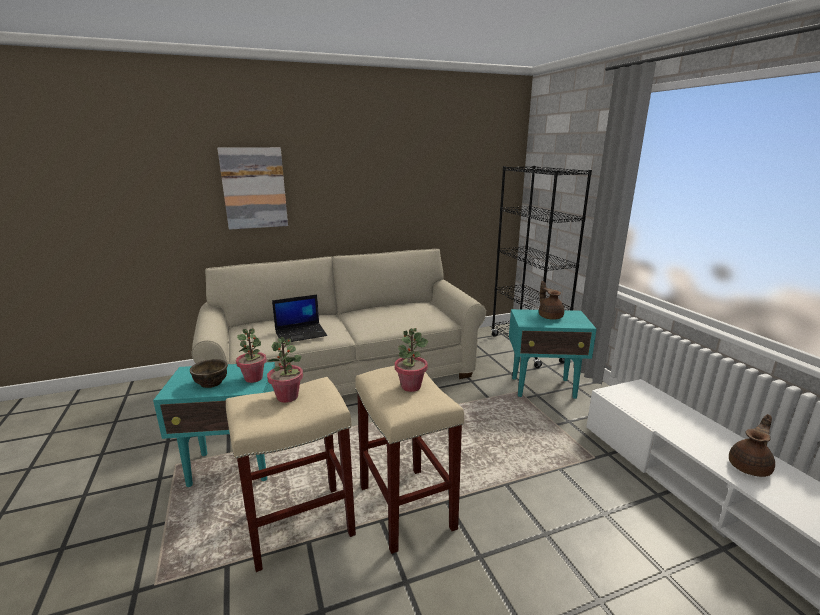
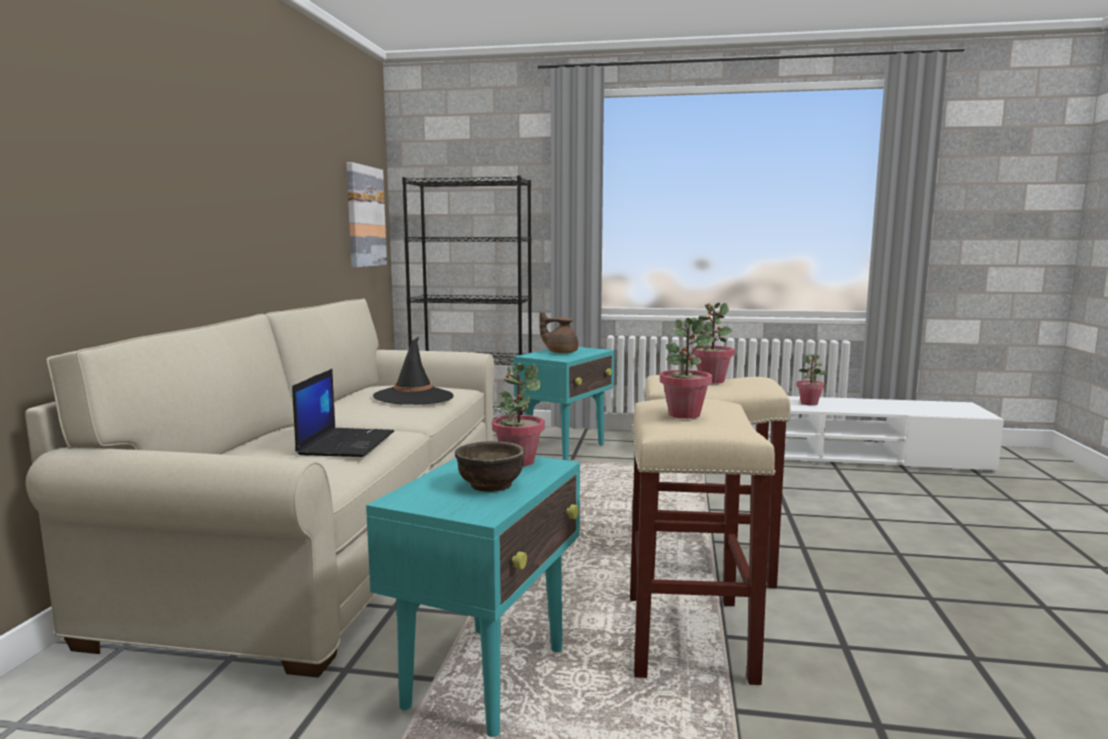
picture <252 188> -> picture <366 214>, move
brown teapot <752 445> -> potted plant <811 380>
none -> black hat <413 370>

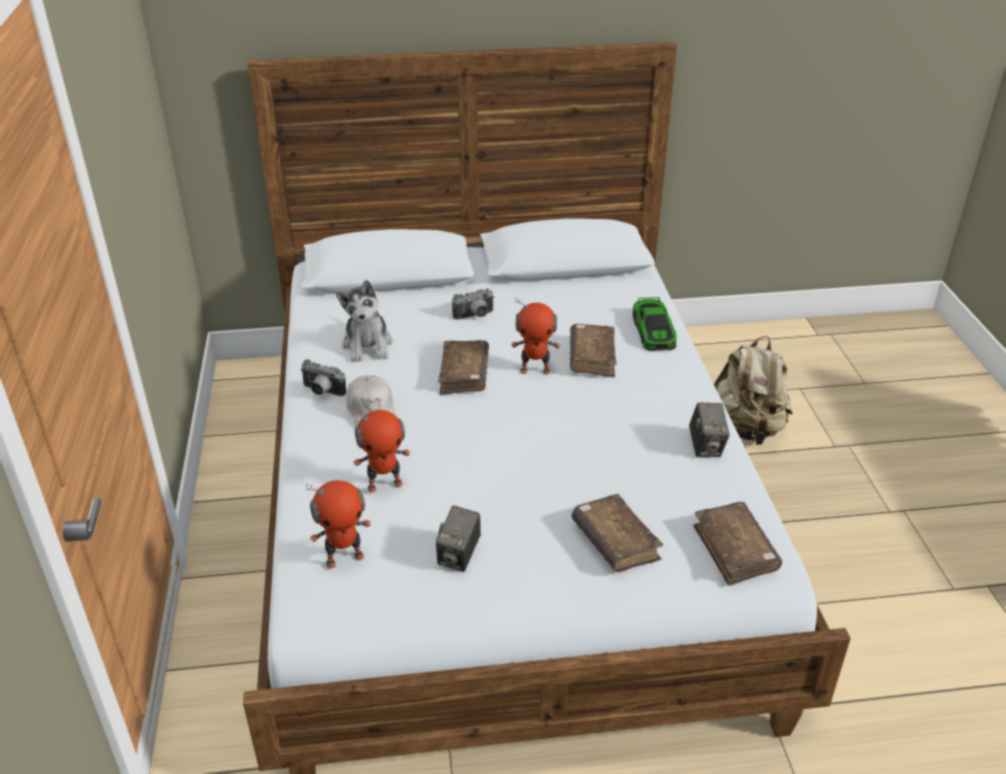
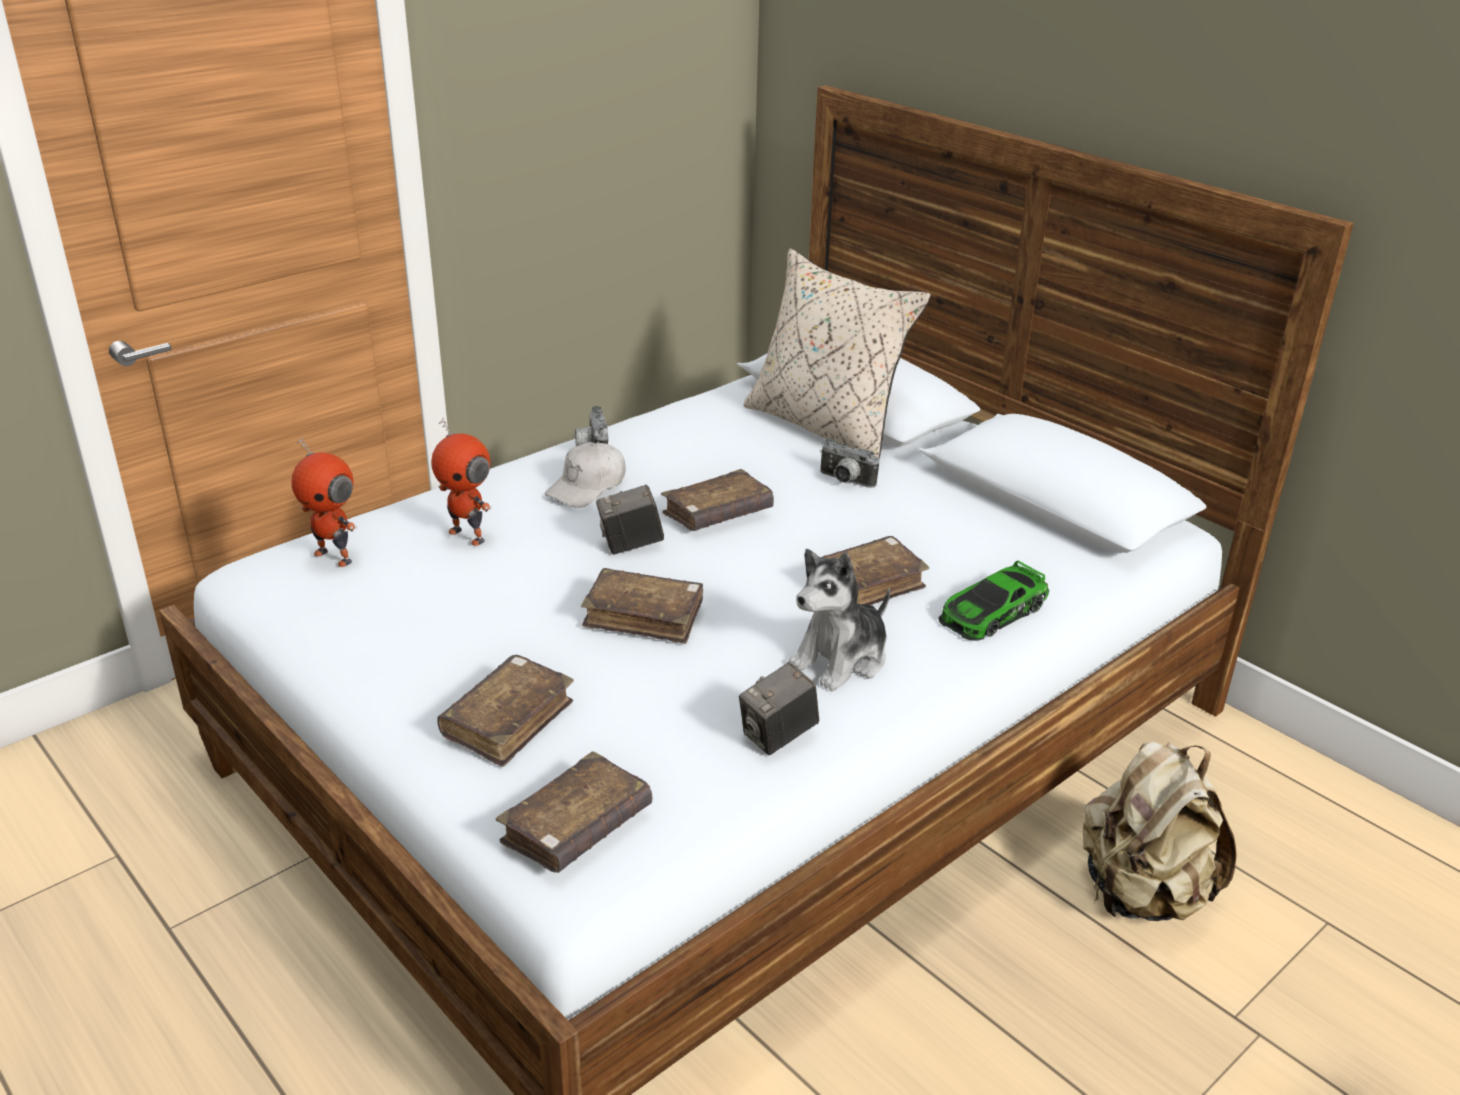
plush toy <364 321> -> plush toy <839 620>, move
photo camera <458 538> -> photo camera <630 520>, move
toy robot <535 336> -> none
none -> brown book <642 606>
none -> beige pillow <837 354>

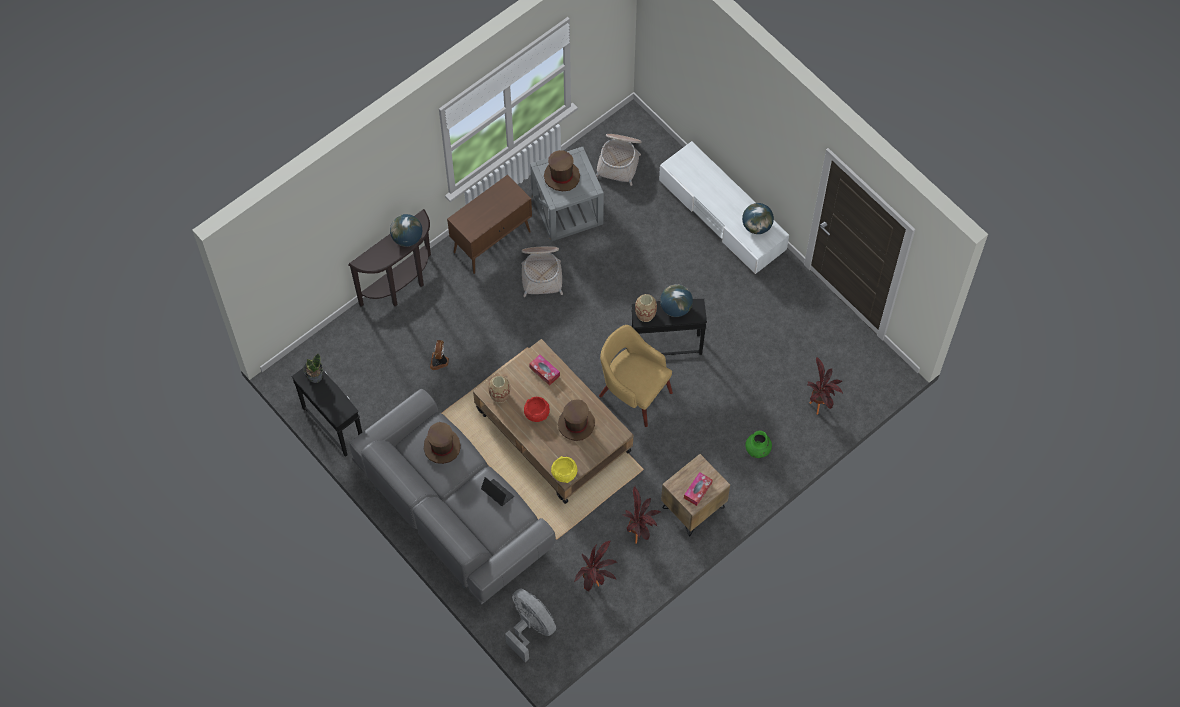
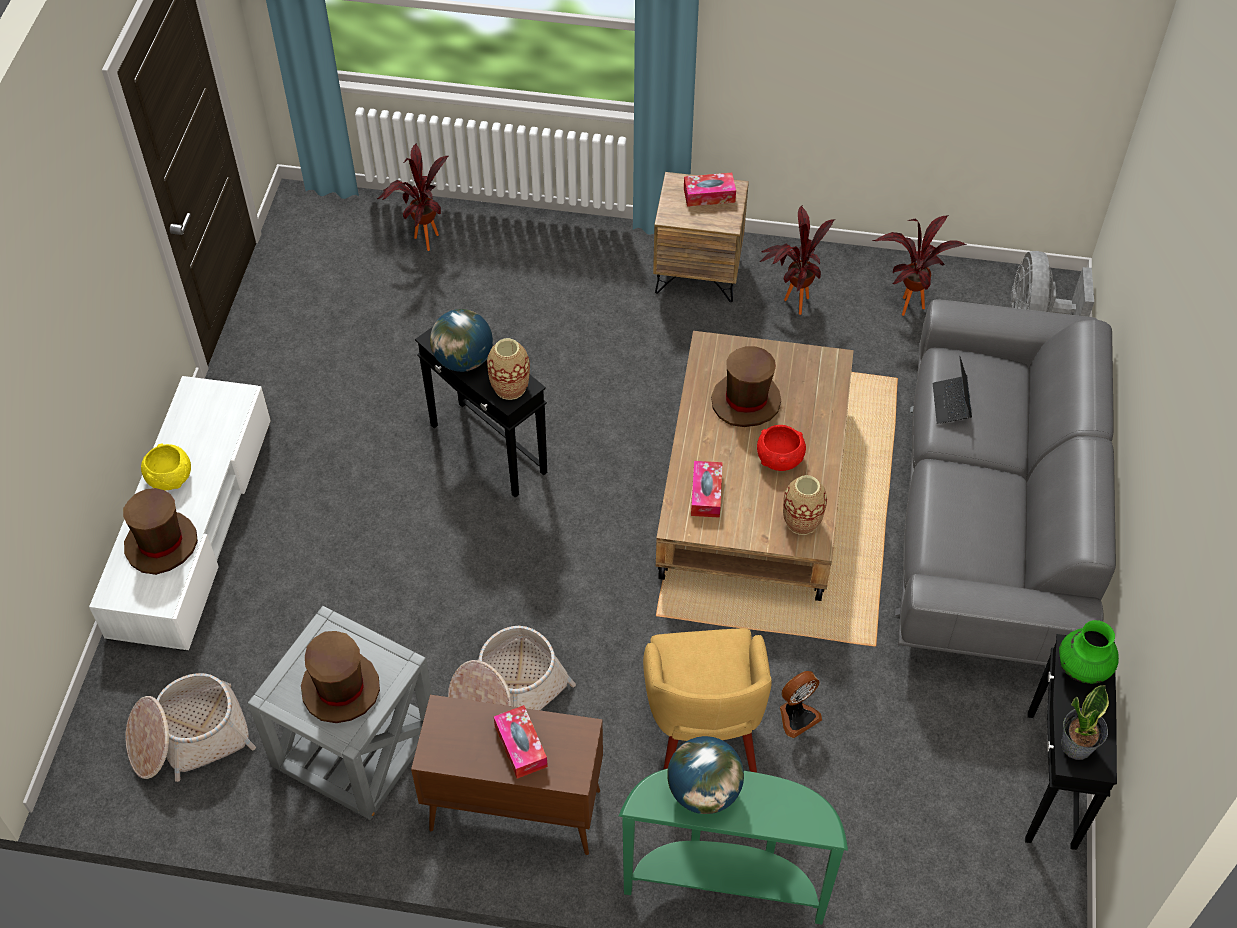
brown console table <389 258> -> green console table <733 847>
brown hat <442 443> -> brown hat <160 531>, move
yellow bowl <564 469> -> yellow bowl <166 467>, move
yellow armchair <636 376> -> yellow armchair <707 700>, move
globe <758 218> -> none
green vase <758 444> -> green vase <1089 652>, move
none -> tissue box <521 742>

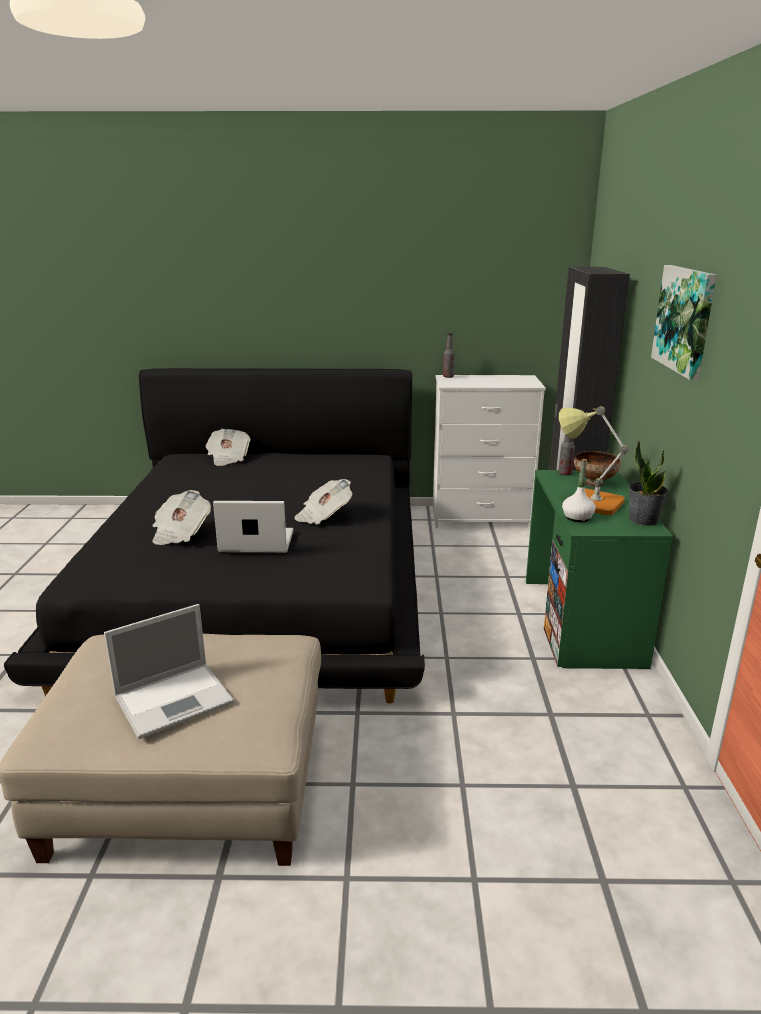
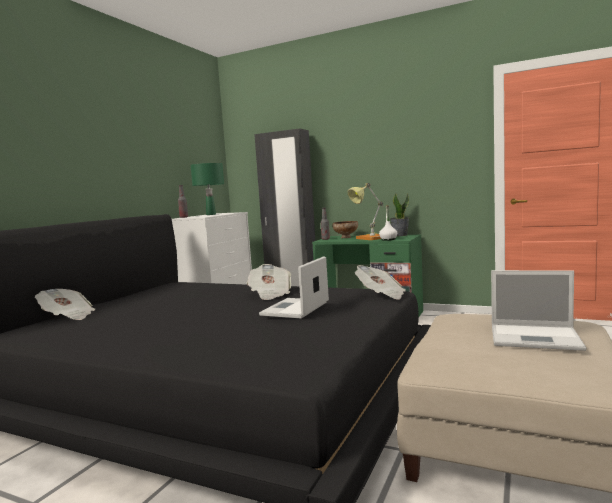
laptop <169 671> -> laptop <538 310>, 120 degrees clockwise
newspaper <181 517> -> newspaper <380 282>, move
picture <683 322> -> none
none -> green table lamp <207 189>

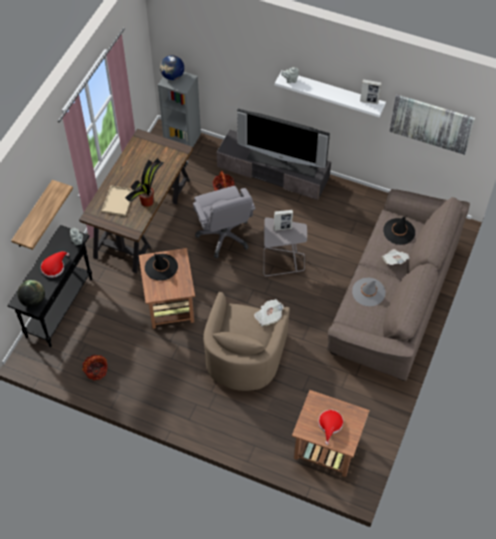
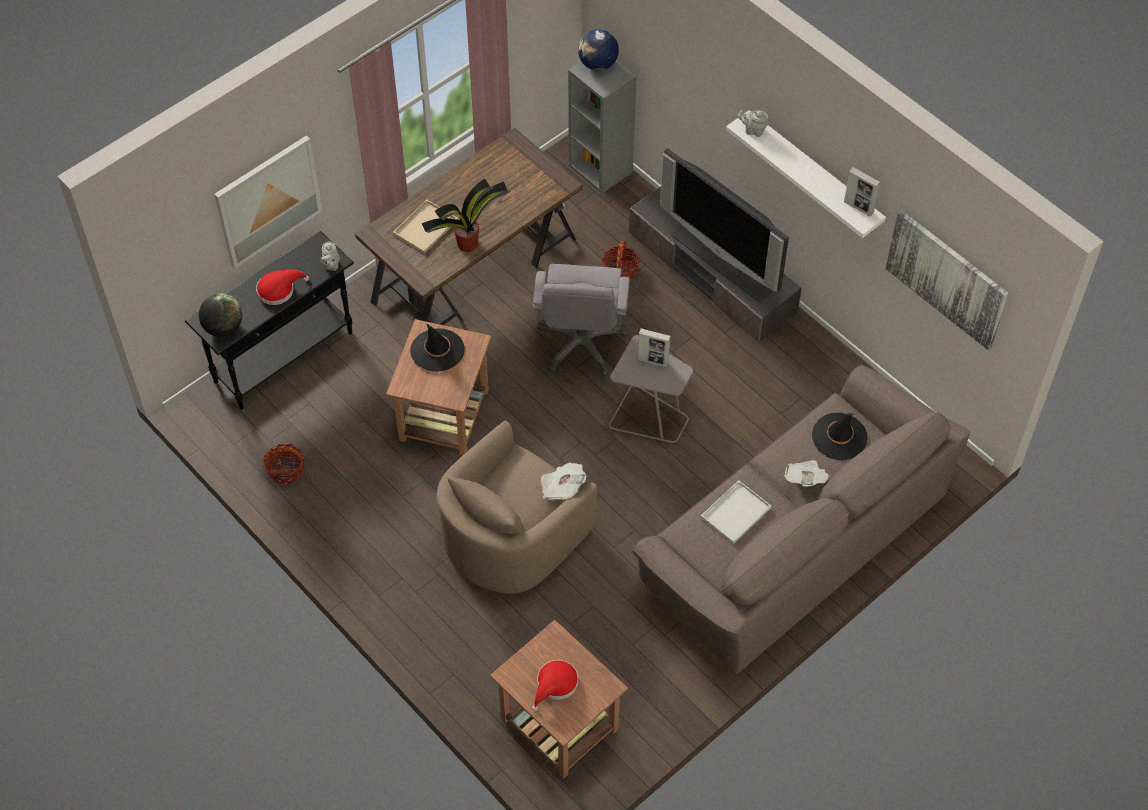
shelf <42 215> -> picture <268 202>
grey hat <369 292> -> white tray <736 512>

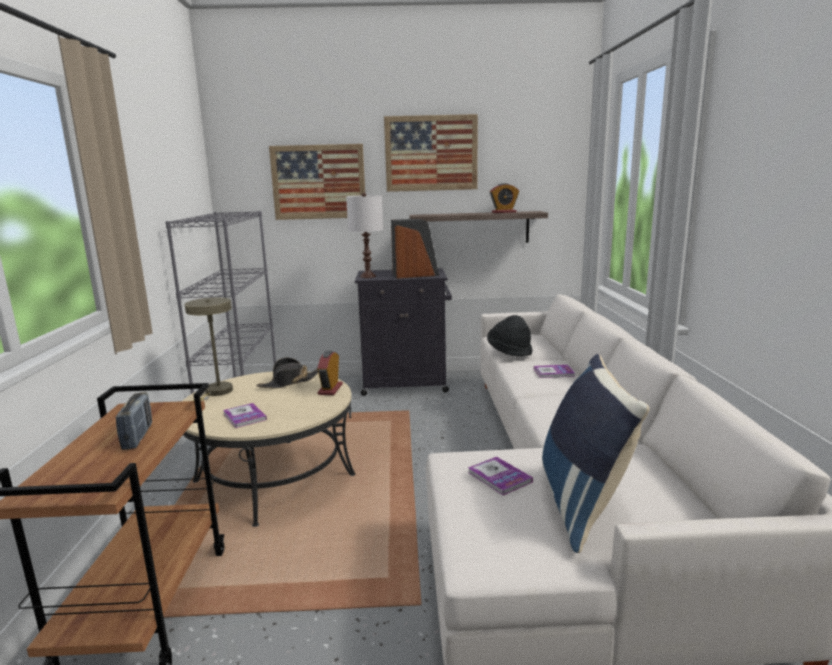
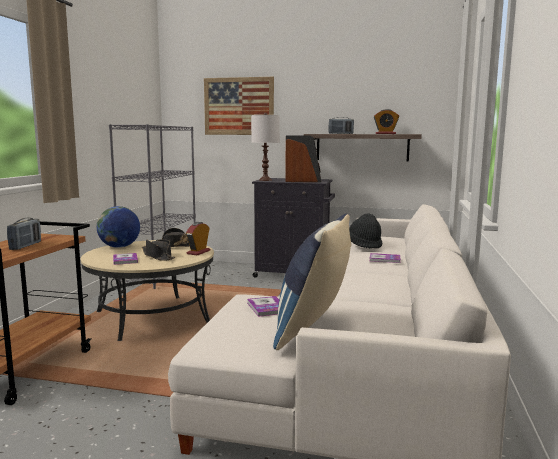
beige table lamp <208 349> -> globe <118 227>
picture <431 153> -> none
none -> black hat <158 250>
none -> radio <341 125>

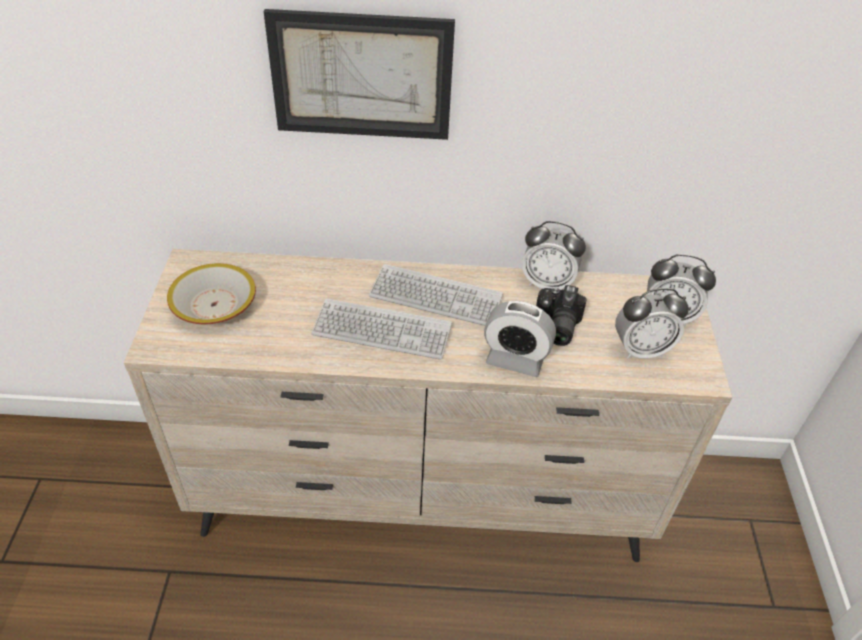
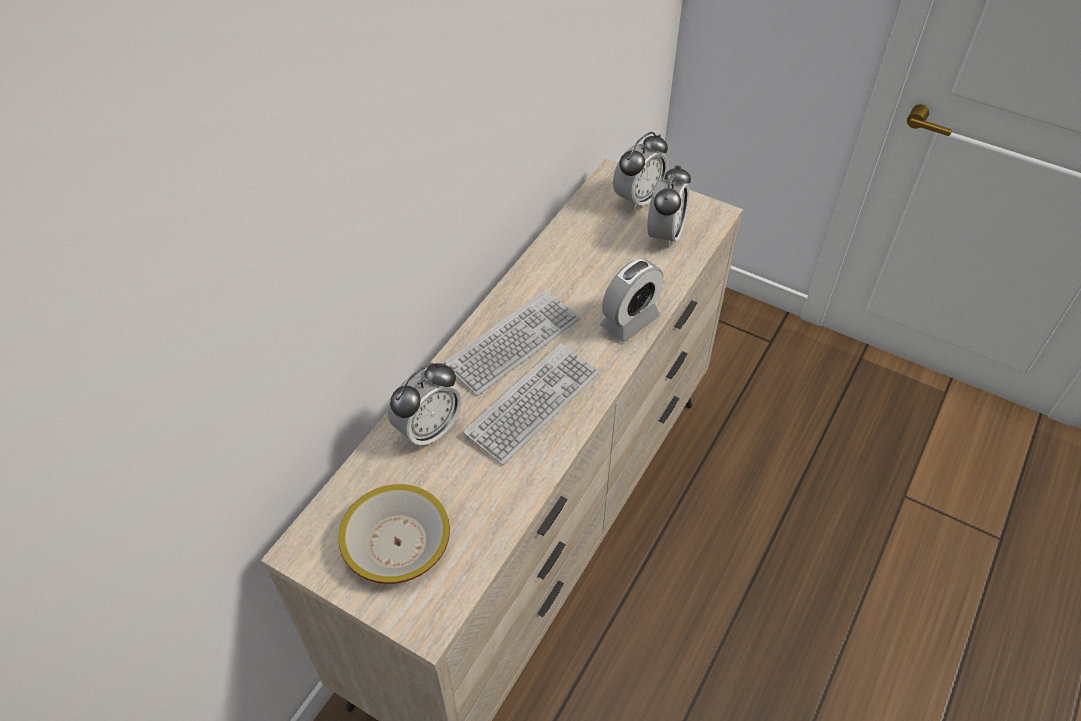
picture <359 74> -> none
alarm clock <554 255> -> alarm clock <425 406>, move
photo camera <561 315> -> none

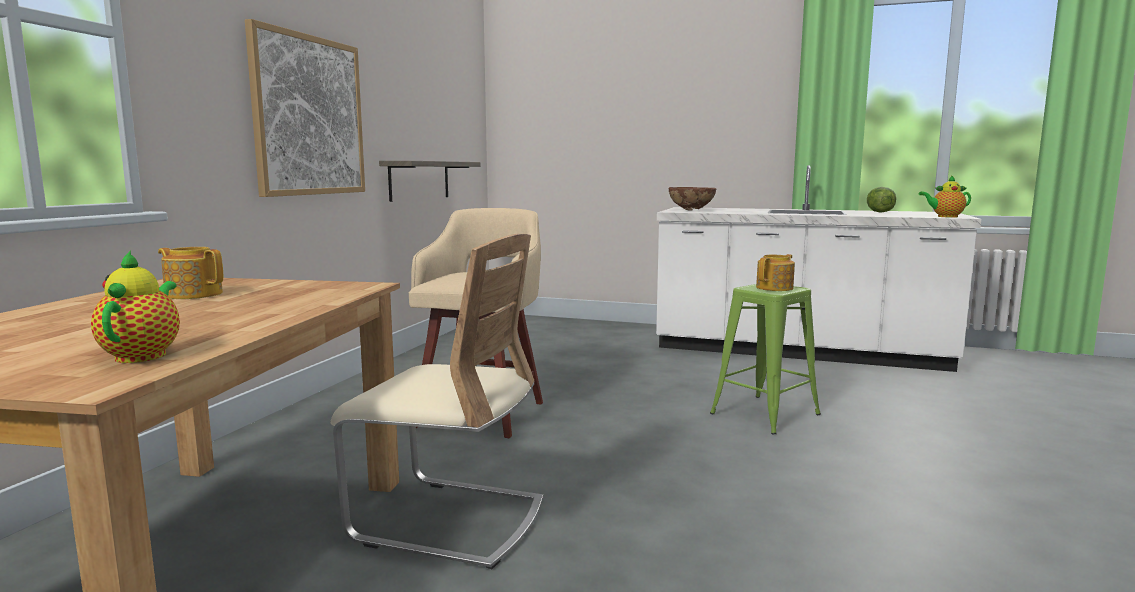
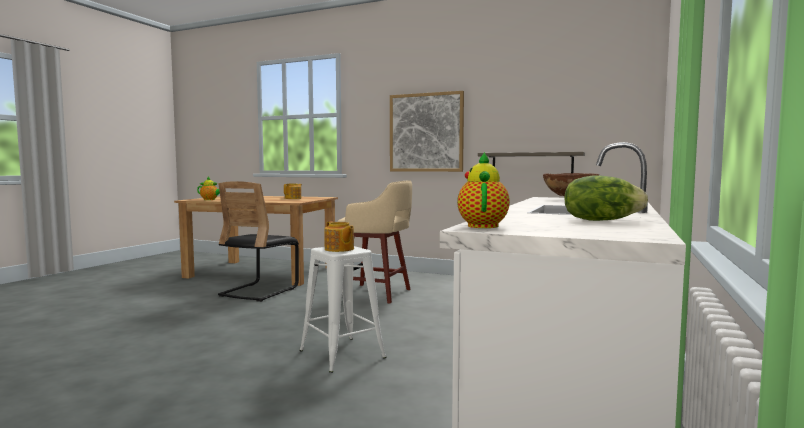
beige chair <437 401> -> black chair <258 241>
green stool <765 359> -> white stool <342 309>

